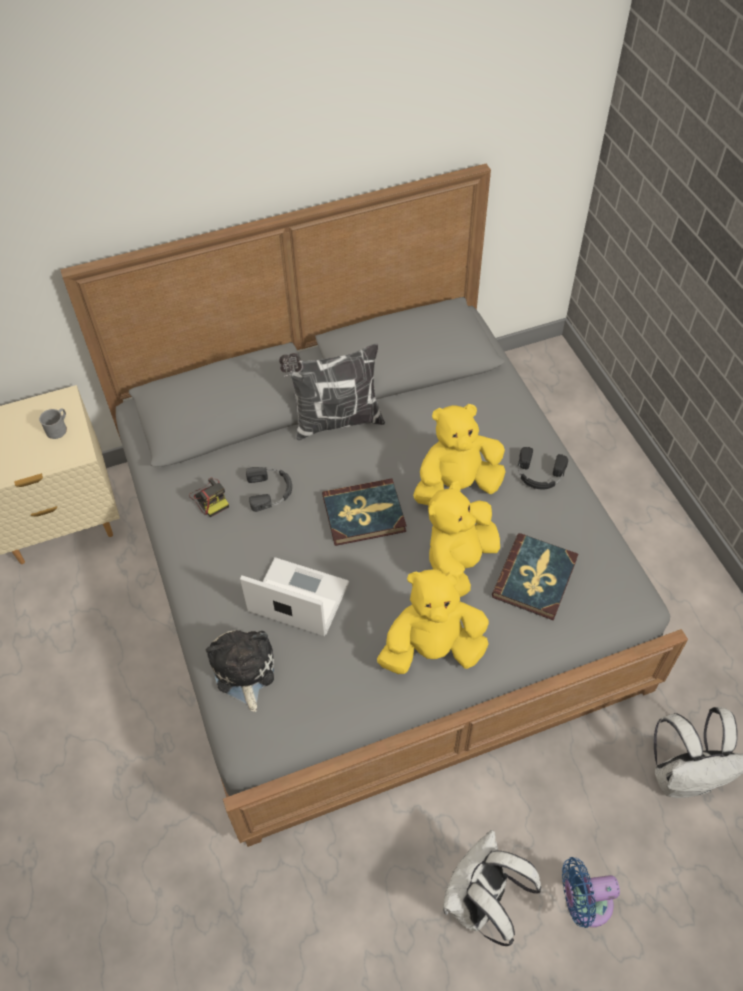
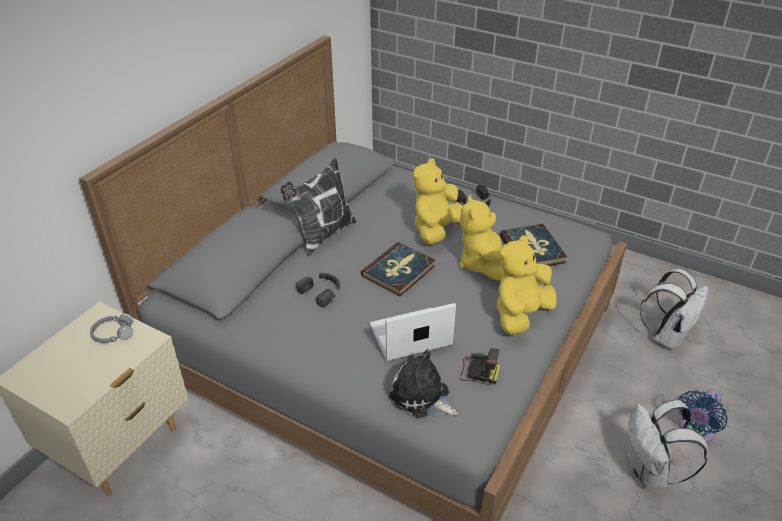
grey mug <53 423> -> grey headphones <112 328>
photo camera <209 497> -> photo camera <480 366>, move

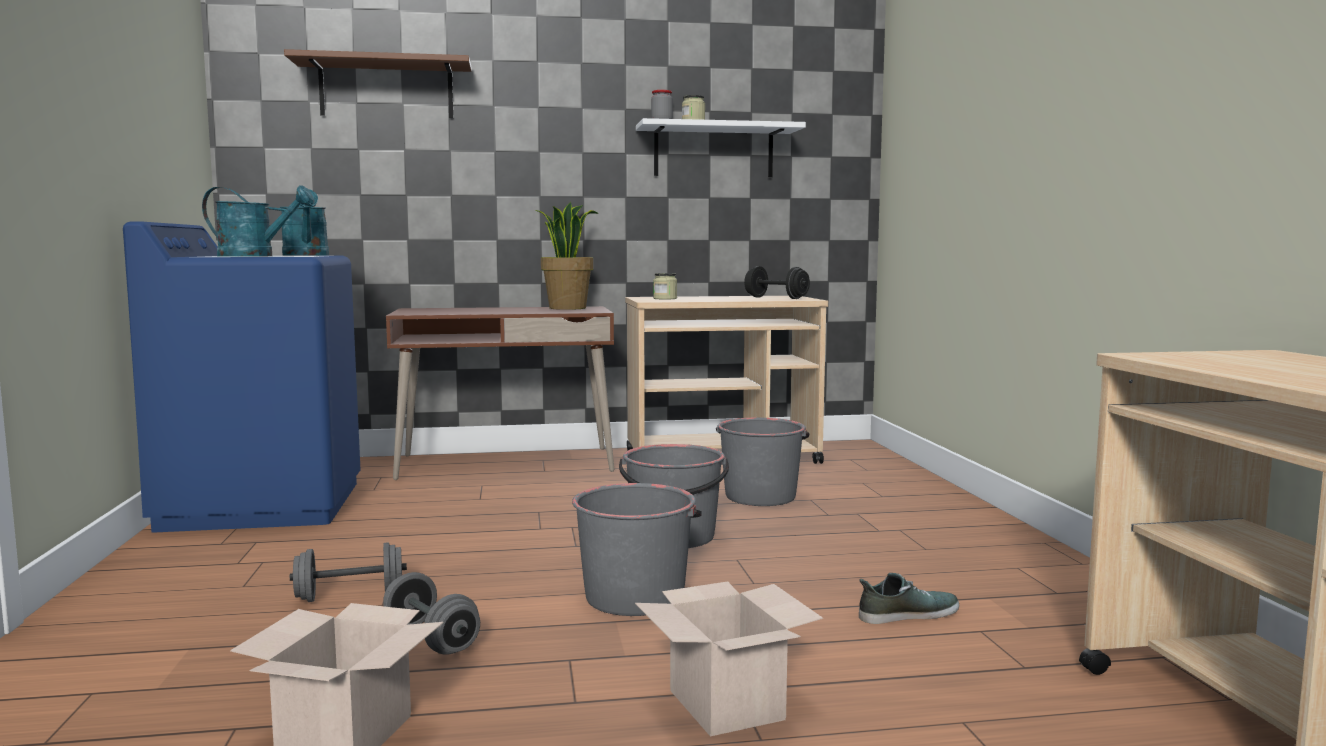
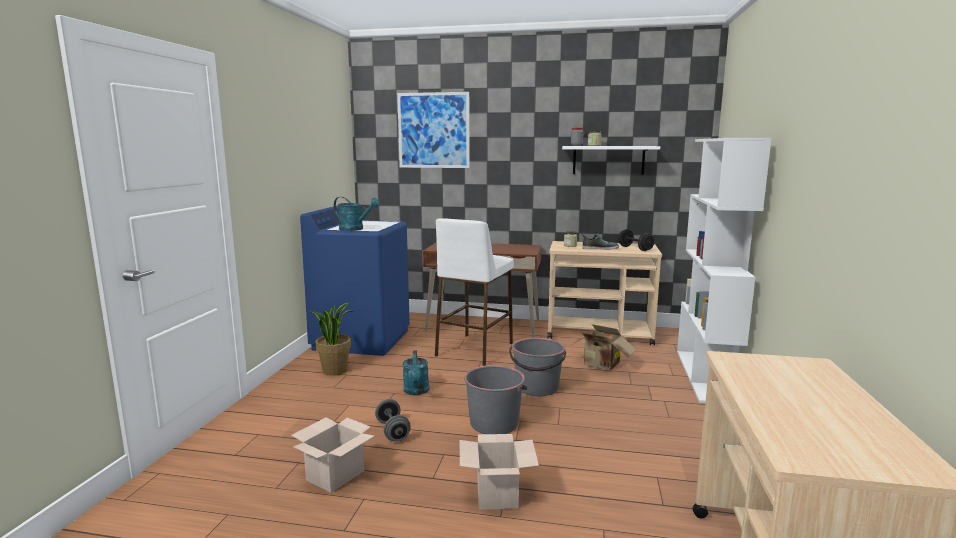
turquoise watering can <304 222> -> turquoise watering can <416 372>, move
brown shelf <378 83> -> picture <433 130>
grey dumbbell <348 572> -> none
potted plant <567 256> -> potted plant <332 339>, move
grey bucket <762 462> -> cardboard box <603 347>
shoe <909 598> -> shoe <600 242>, move
none -> white stool <474 292>
none -> white bookcase <724 270>

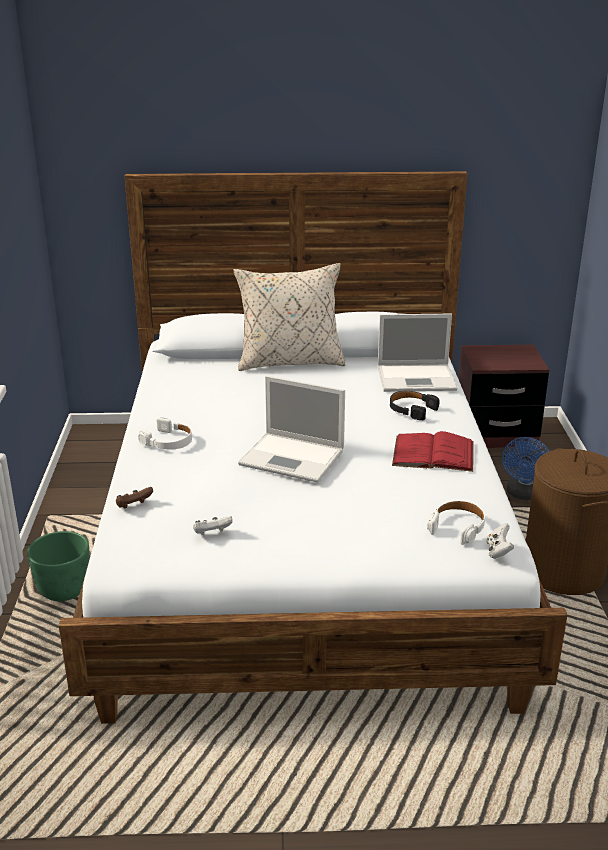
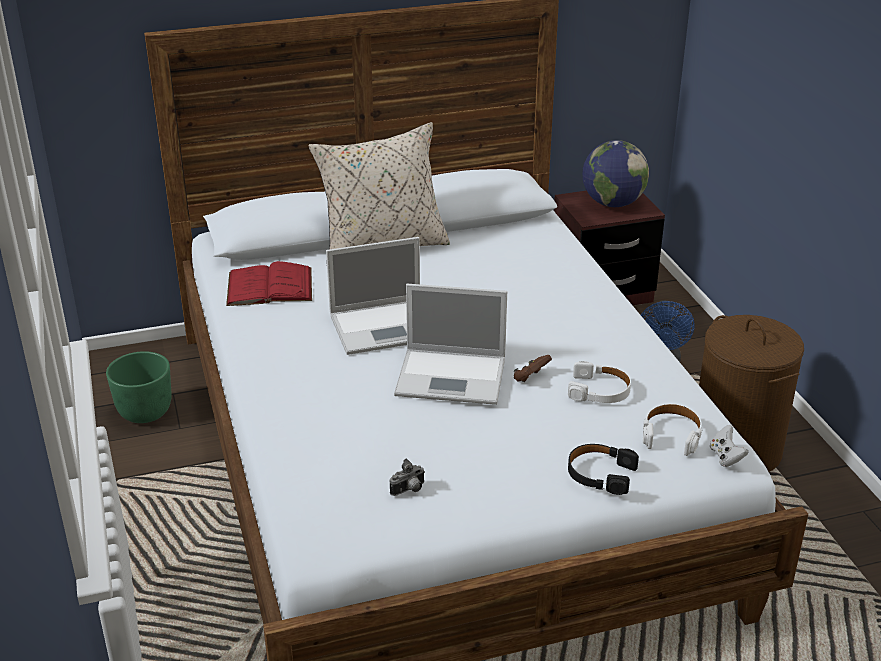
green planter <58 566> -> green planter <139 387>, move
brown game controller <134 498> -> brown game controller <533 368>, move
white headphones <165 433> -> white headphones <599 382>, move
white game controller <213 525> -> photo camera <407 477>
laptop <418 353> -> laptop <373 296>, move
black headphones <415 405> -> black headphones <603 469>, move
red book <432 451> -> red book <269 283>, move
none -> globe <615 173>

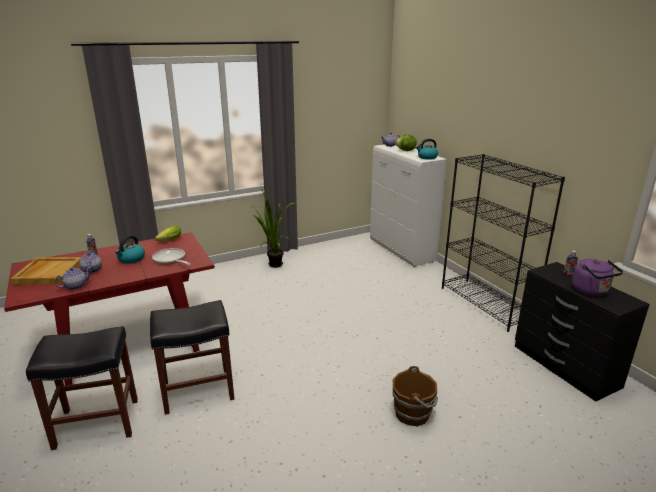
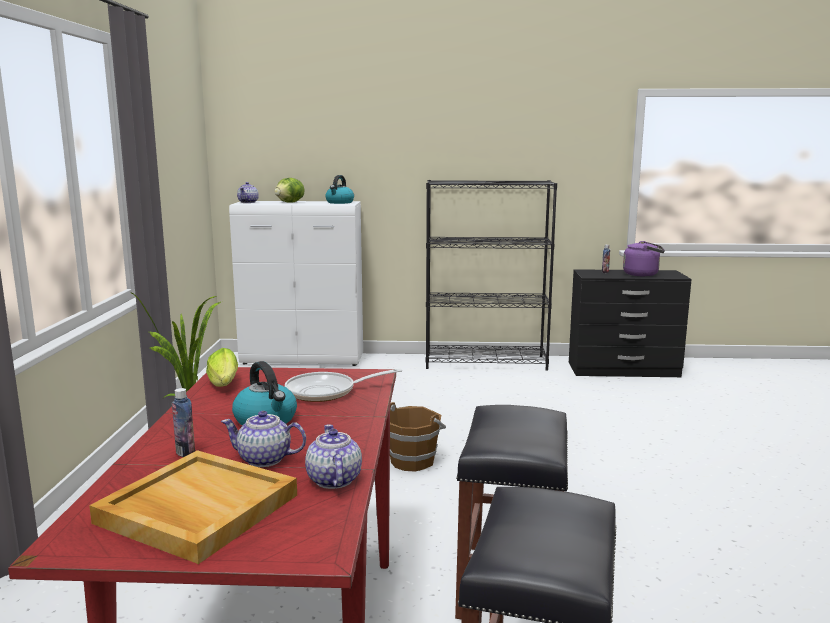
brown bucket <415 396> -> brown bucket <418 437>, move

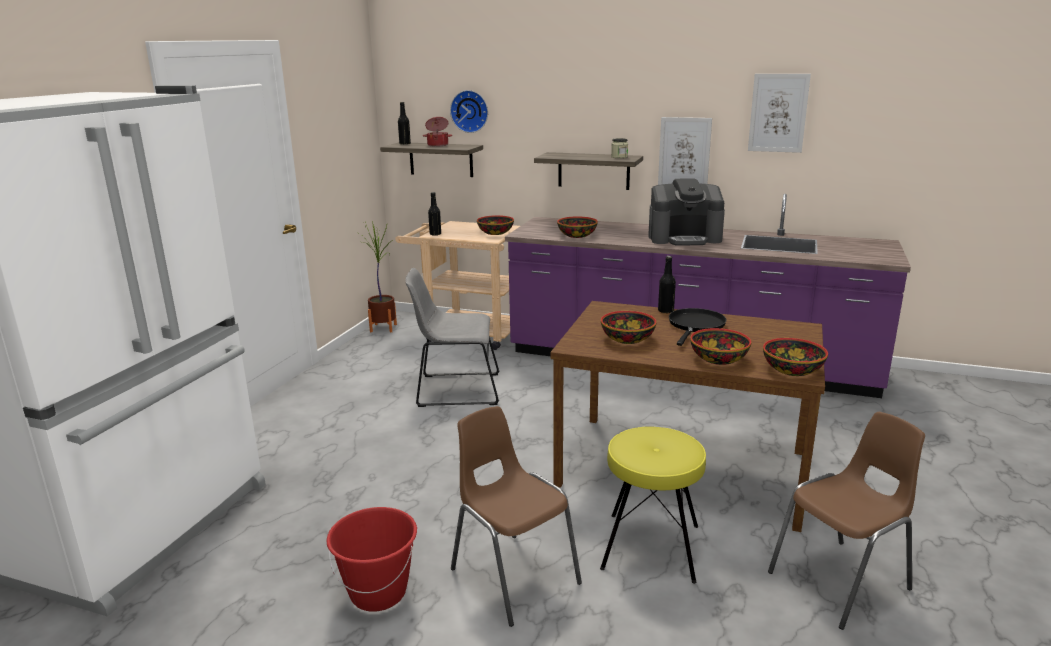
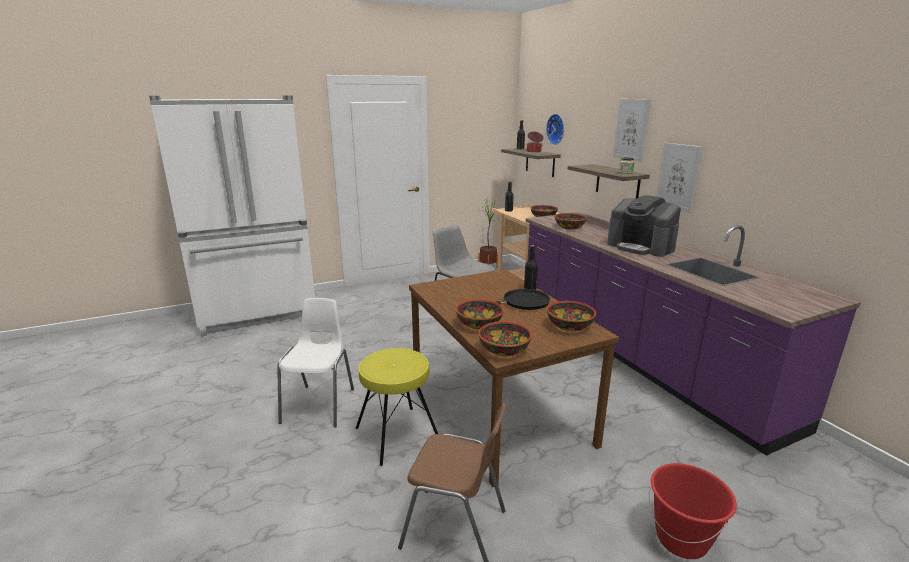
red bucket <371 559> -> red bucket <693 511>, move
brown chair <516 516> -> white chair <315 363>
bowl <629 327> -> bowl <571 316>, move
picture <779 113> -> picture <632 130>, move

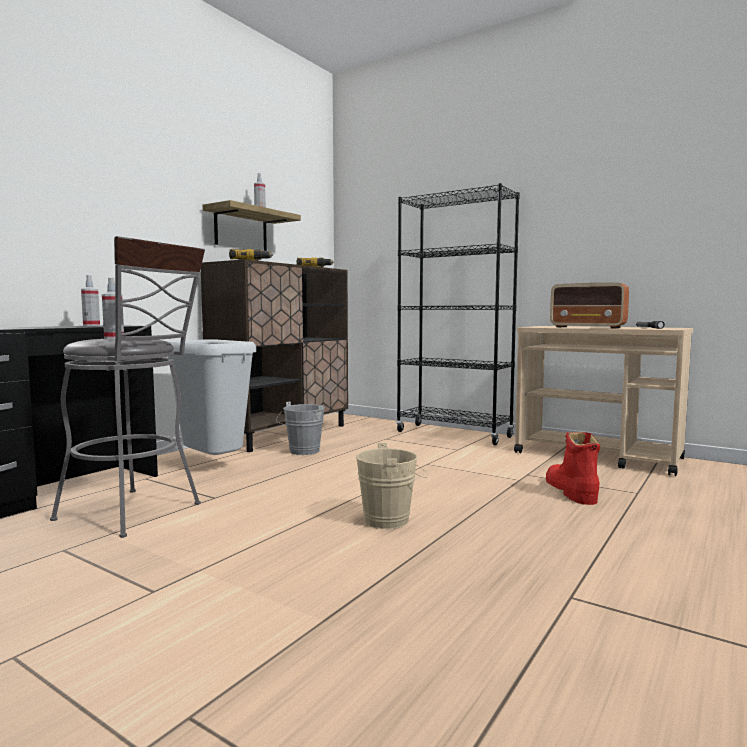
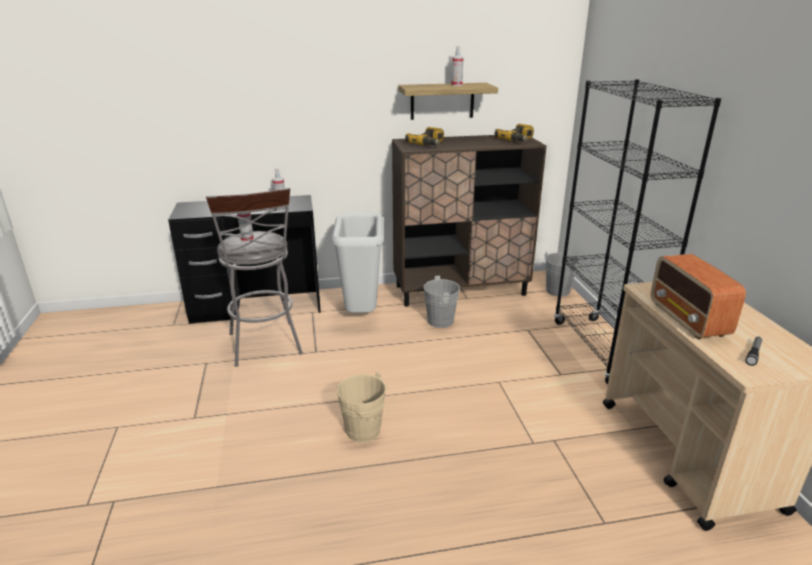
red boot <573 468> -> none
none -> grey bucket <560 274>

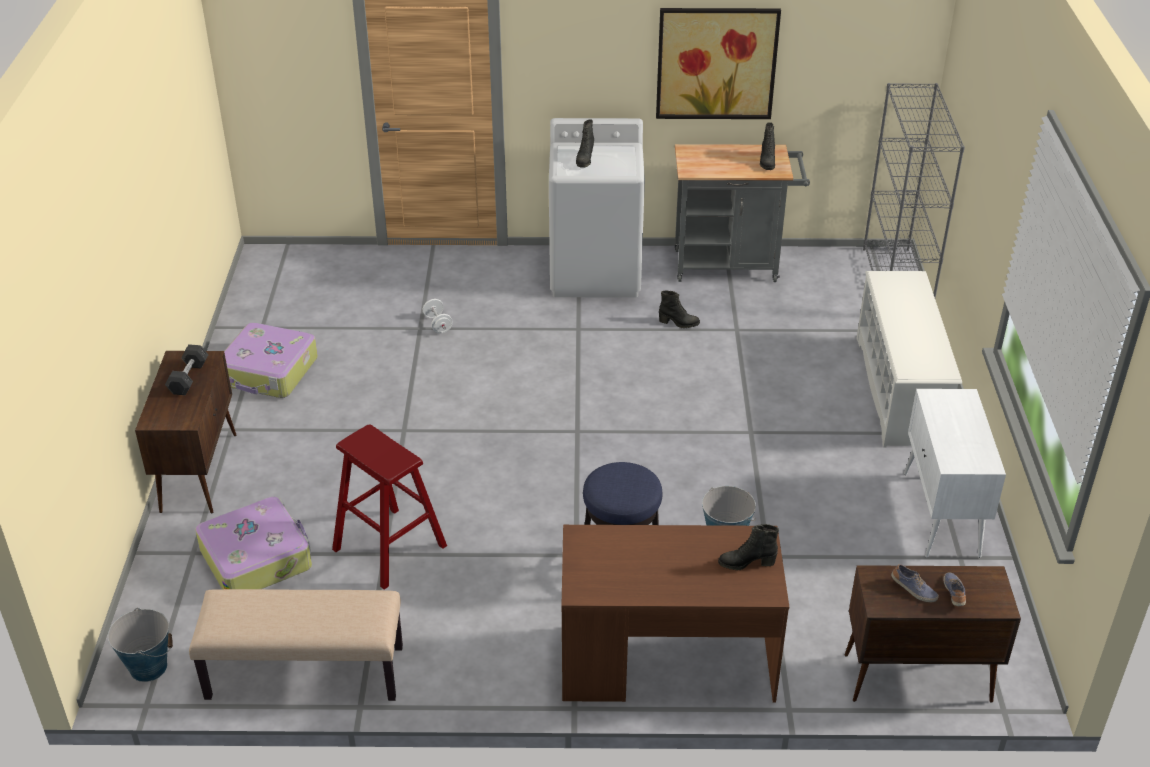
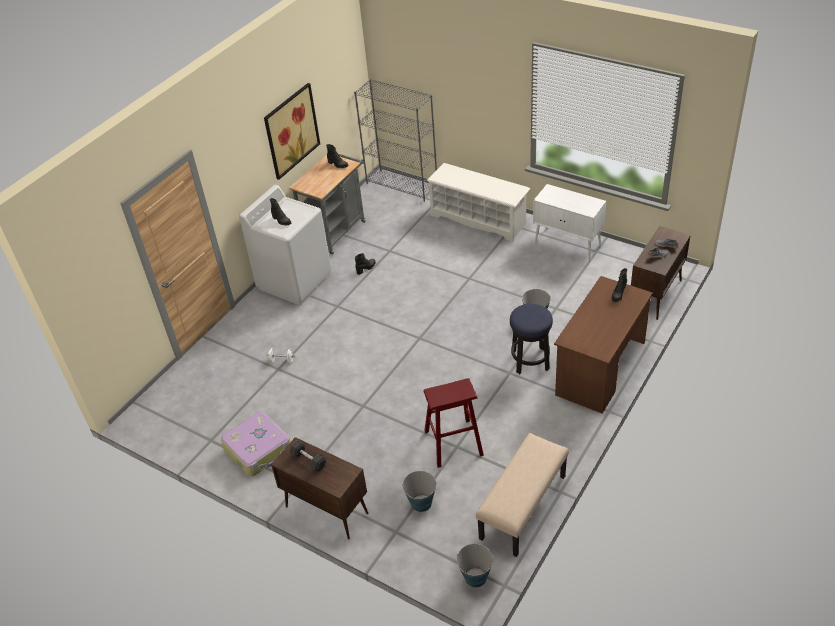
suitcase <253 543> -> bucket <419 491>

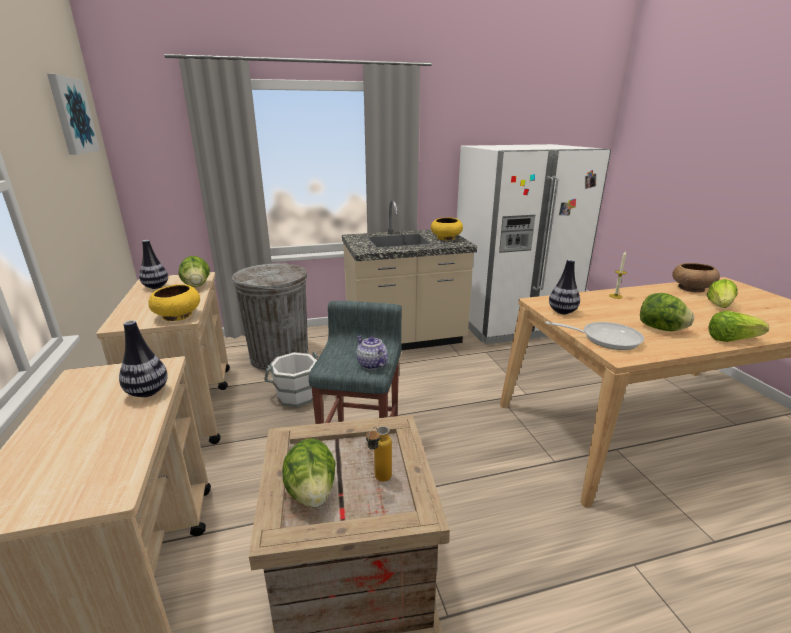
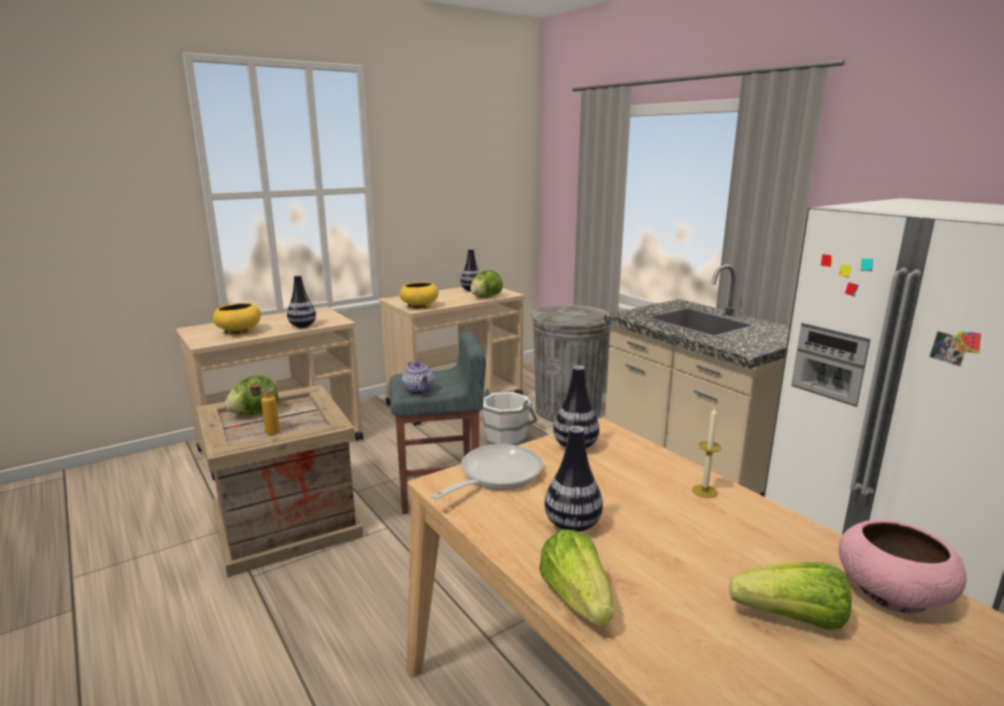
picture <73 114> -> none
teapot <372 352> -> teapot <418 378>, 120 degrees clockwise
yellow bowl <447 228> -> yellow bowl <237 319>, move
frying pan <594 335> -> frying pan <487 472>, 135 degrees counterclockwise
lettuce <667 312> -> vase <573 479>
brown bowl <696 278> -> pink bowl <902 566>

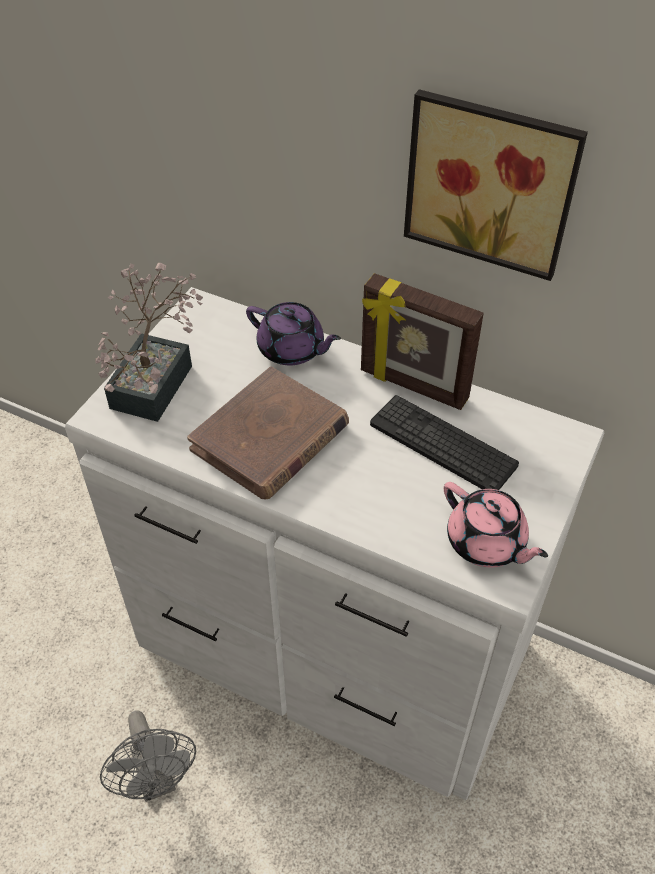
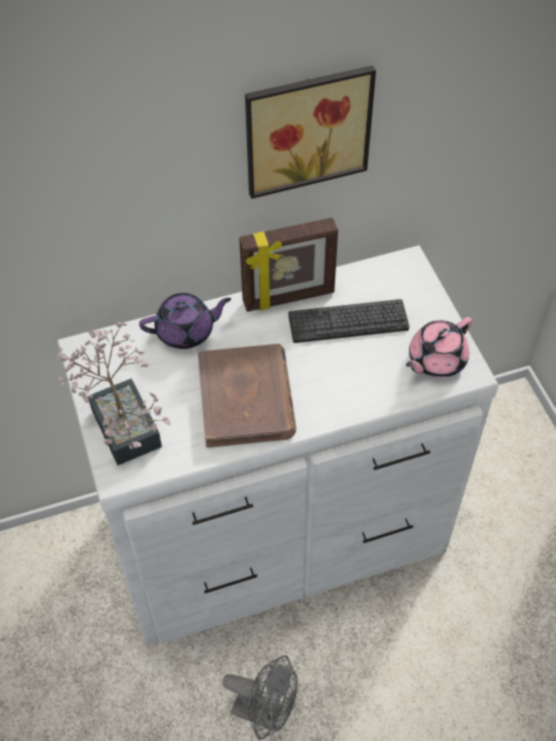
pink teapot <496 524> -> pink teapot <439 347>, 135 degrees clockwise

